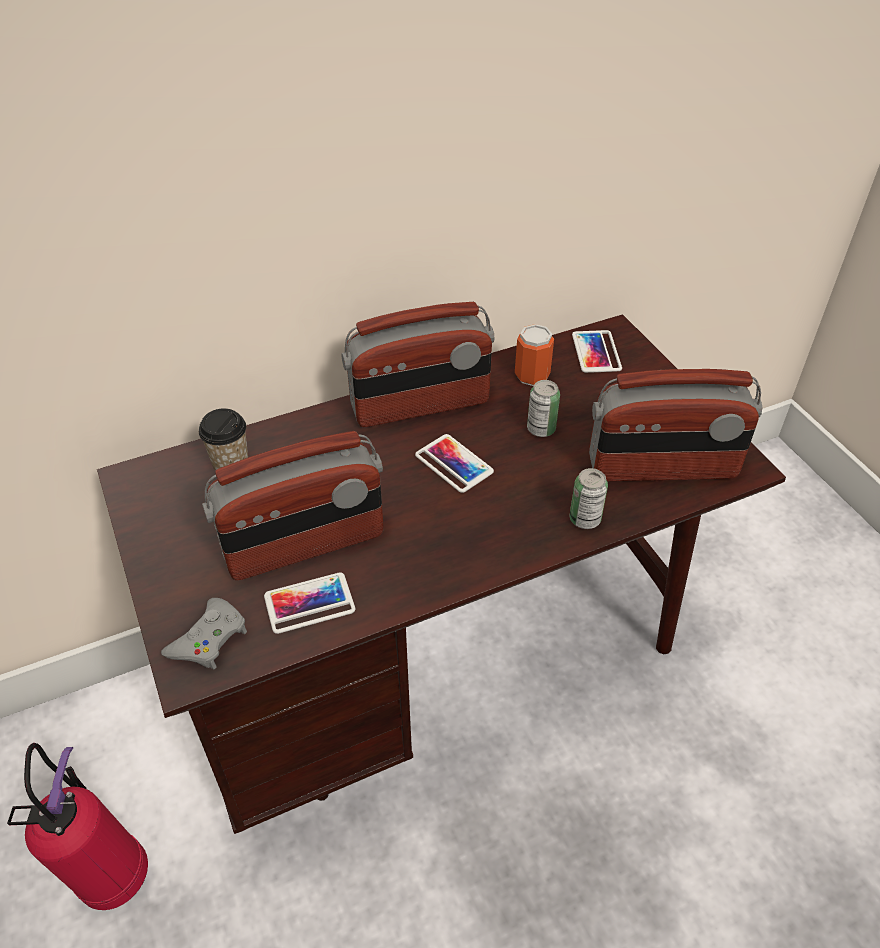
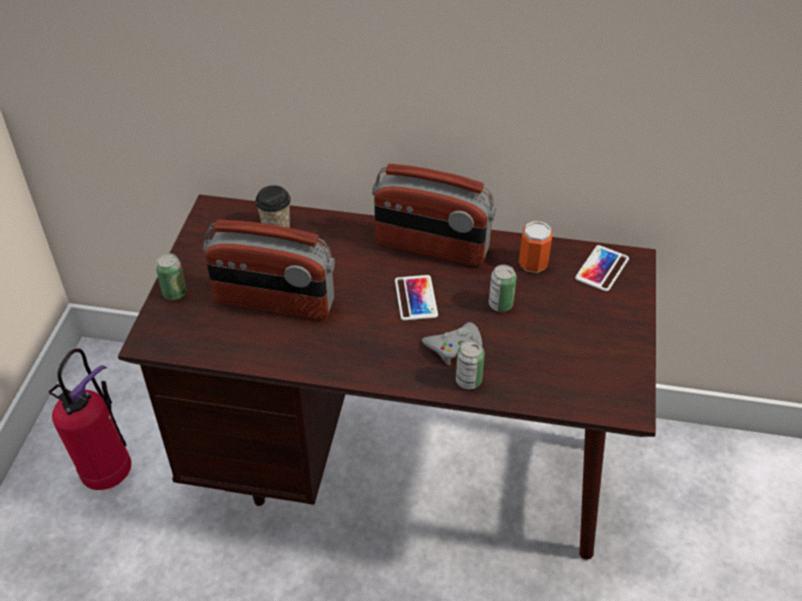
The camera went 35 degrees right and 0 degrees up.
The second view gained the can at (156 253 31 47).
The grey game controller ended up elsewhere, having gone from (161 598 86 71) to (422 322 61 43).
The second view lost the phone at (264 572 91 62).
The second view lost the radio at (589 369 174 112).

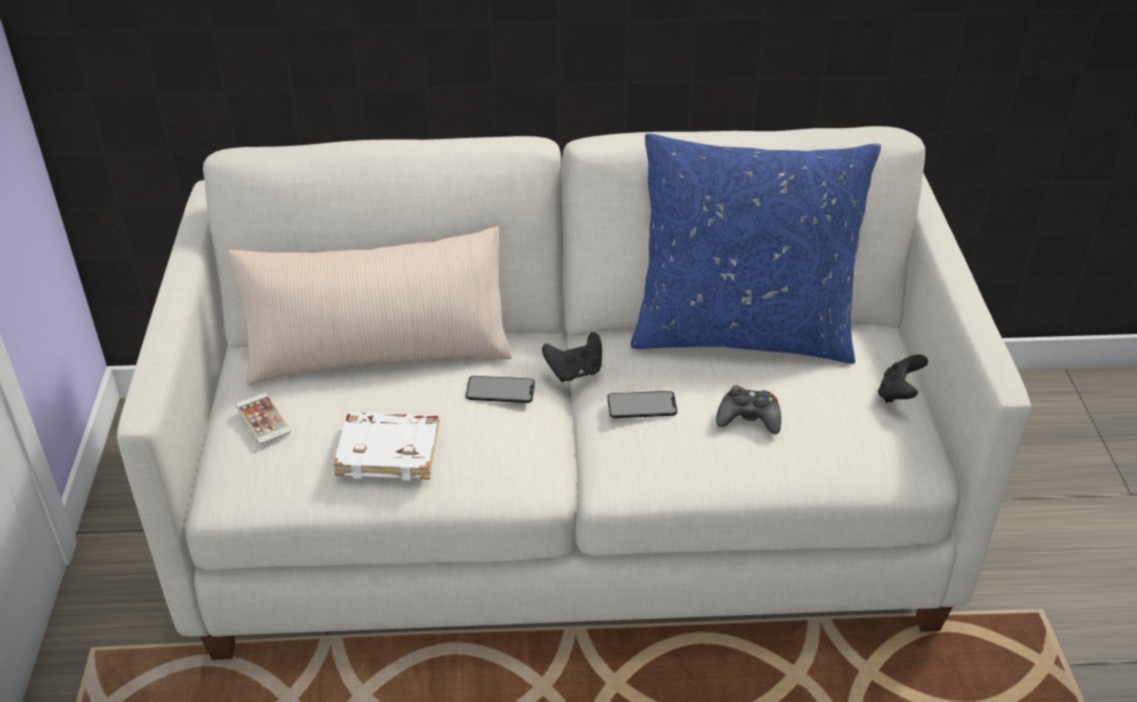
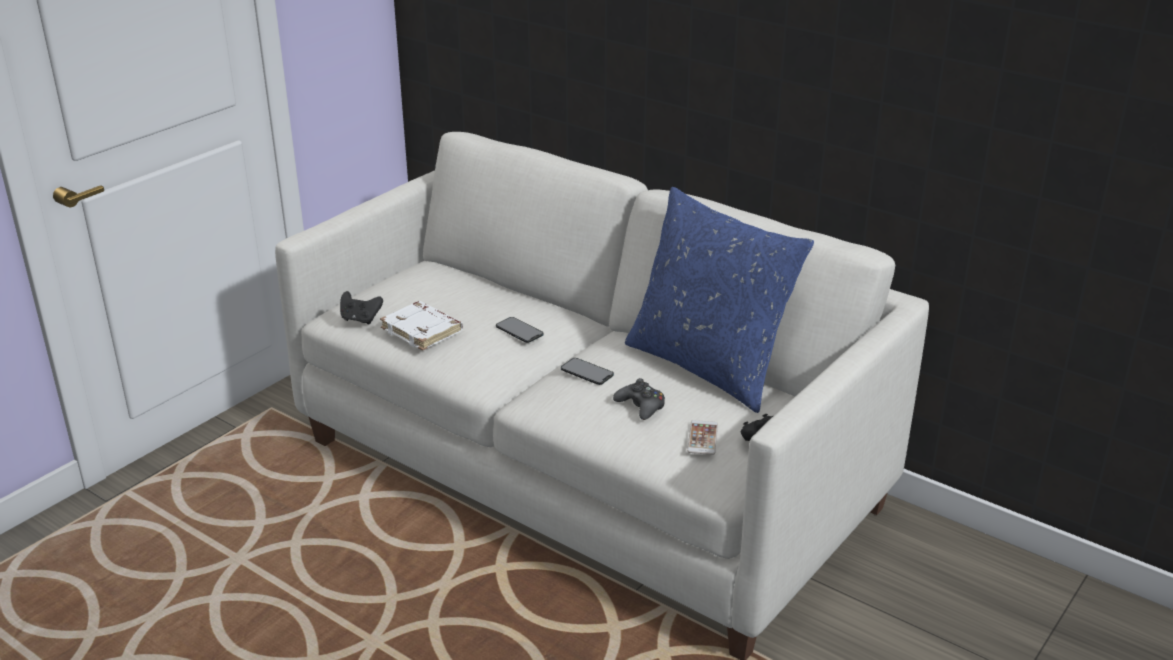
The camera went 40 degrees right and 10 degrees down.
The black game controller ended up elsewhere, having gone from (542 332 60 50) to (340 291 43 34).
The phone ended up elsewhere, having gone from (236 393 55 51) to (687 420 31 35).
The second view lost the beige pillow at (228 227 284 158).

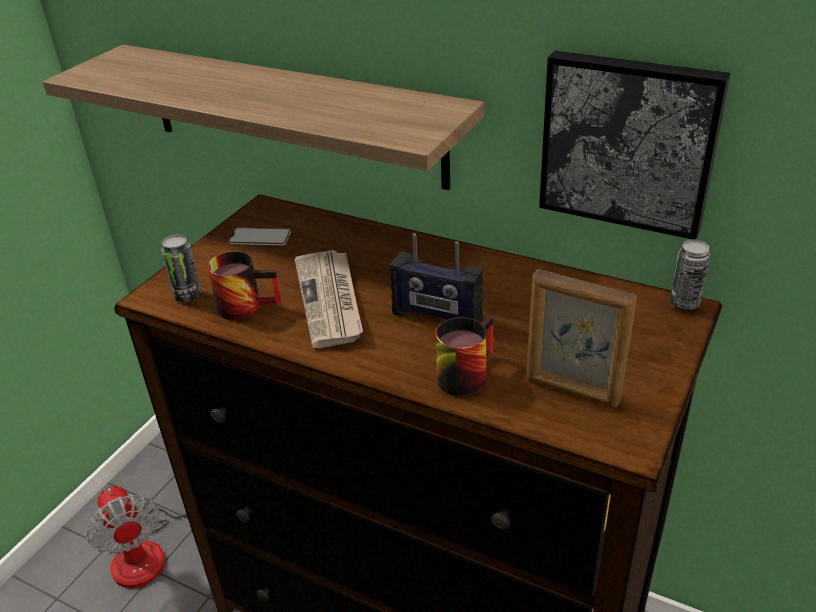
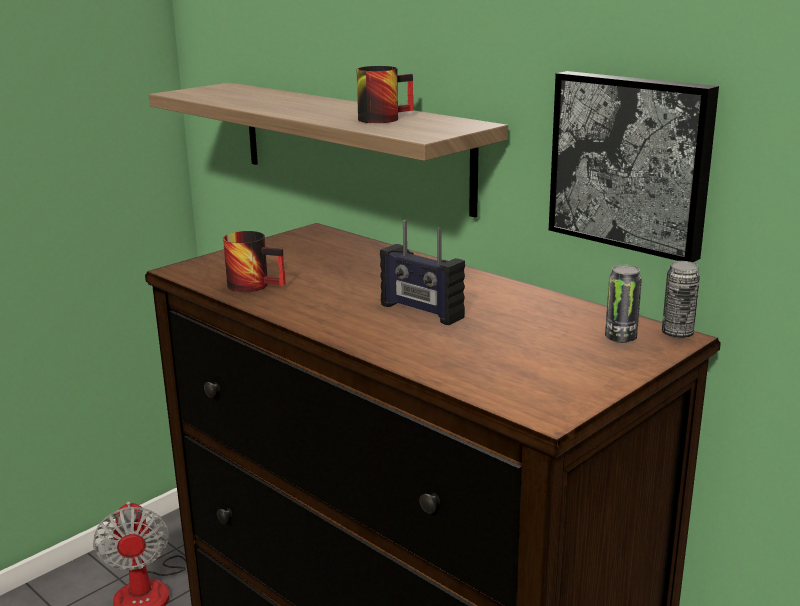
The camera went 15 degrees right and 15 degrees down.
The mug ended up elsewhere, having gone from (436 316 58 81) to (357 66 57 57).
The can ended up elsewhere, having gone from (161 235 40 67) to (605 265 37 78).
The second view lost the phone at (228 228 63 17).
The second view lost the newspaper at (295 250 68 98).
The second view lost the picture frame at (526 269 111 139).

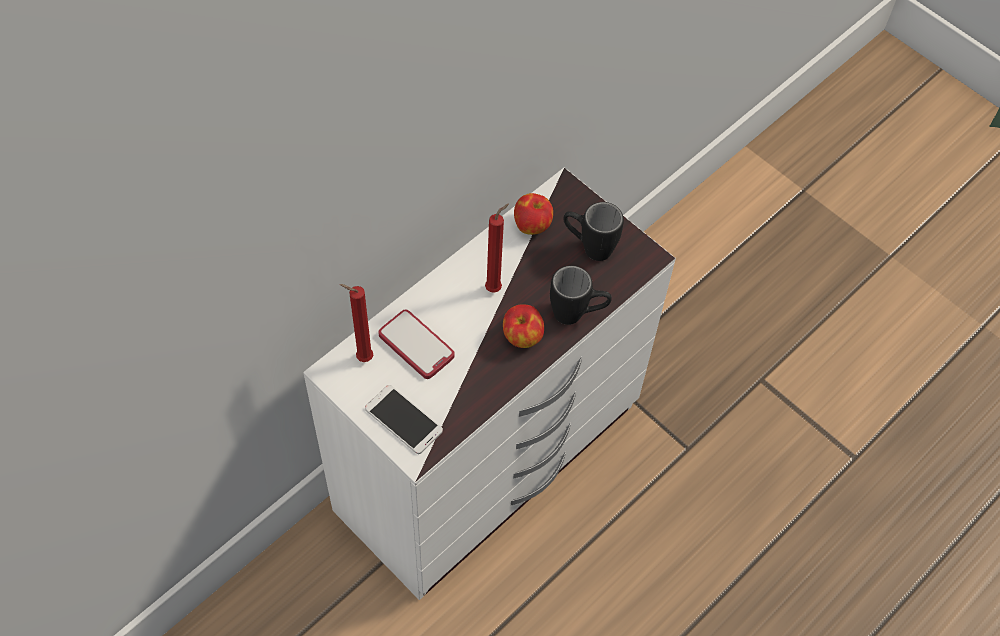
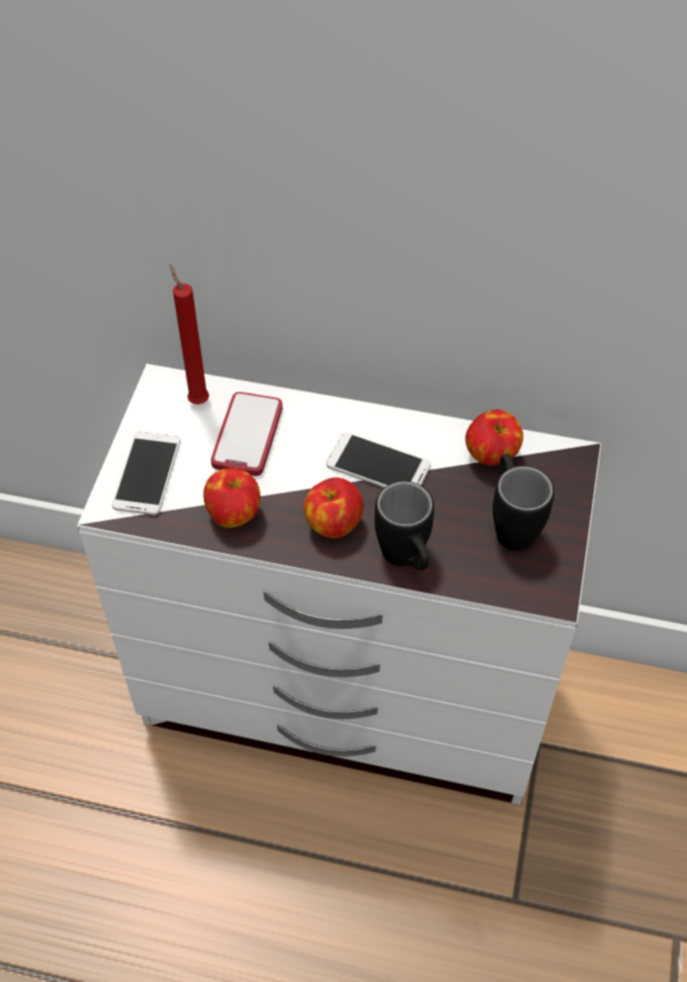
The camera went 60 degrees right and 5 degrees down.
The second view gained the apple at (203 468 58 60).
Where the red candle stood at (485 203 24 90), the phone came to stand at (326 432 105 56).

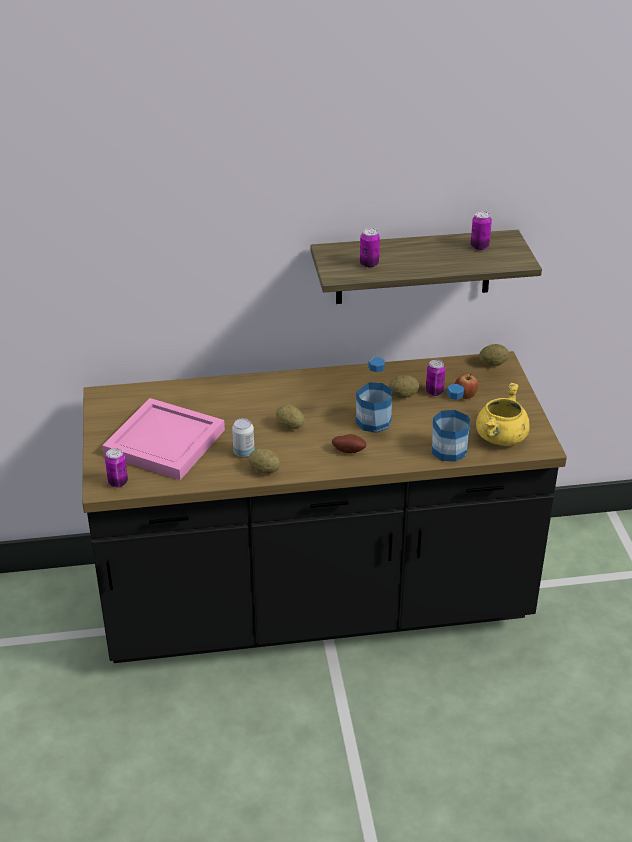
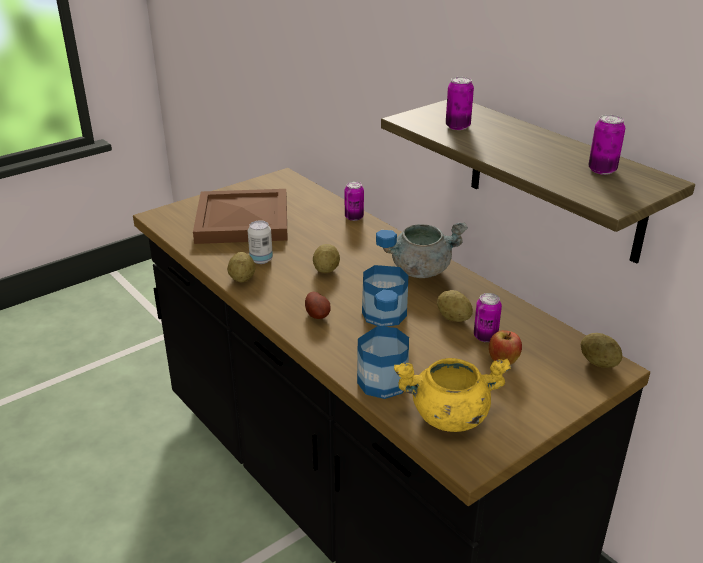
The camera went 60 degrees right and 5 degrees down.
What was the pink tray at (102 398 123 82) turned into the brown tray at (193 189 94 55).
The can ended up elsewhere, having gone from (105 448 23 39) to (345 181 19 40).
The second view gained the grey cooking pot at (383 222 85 56).

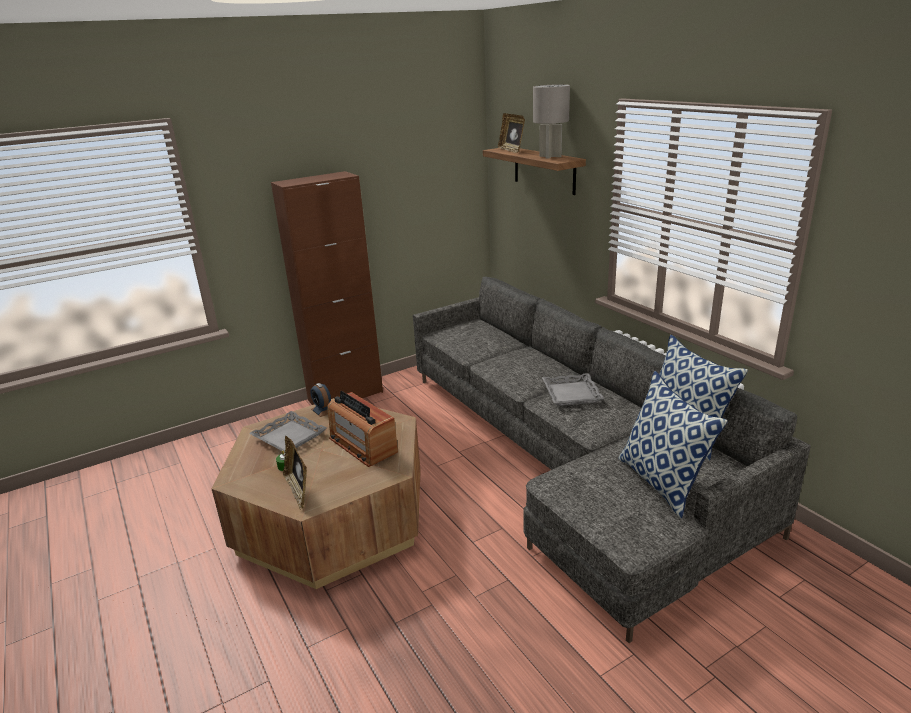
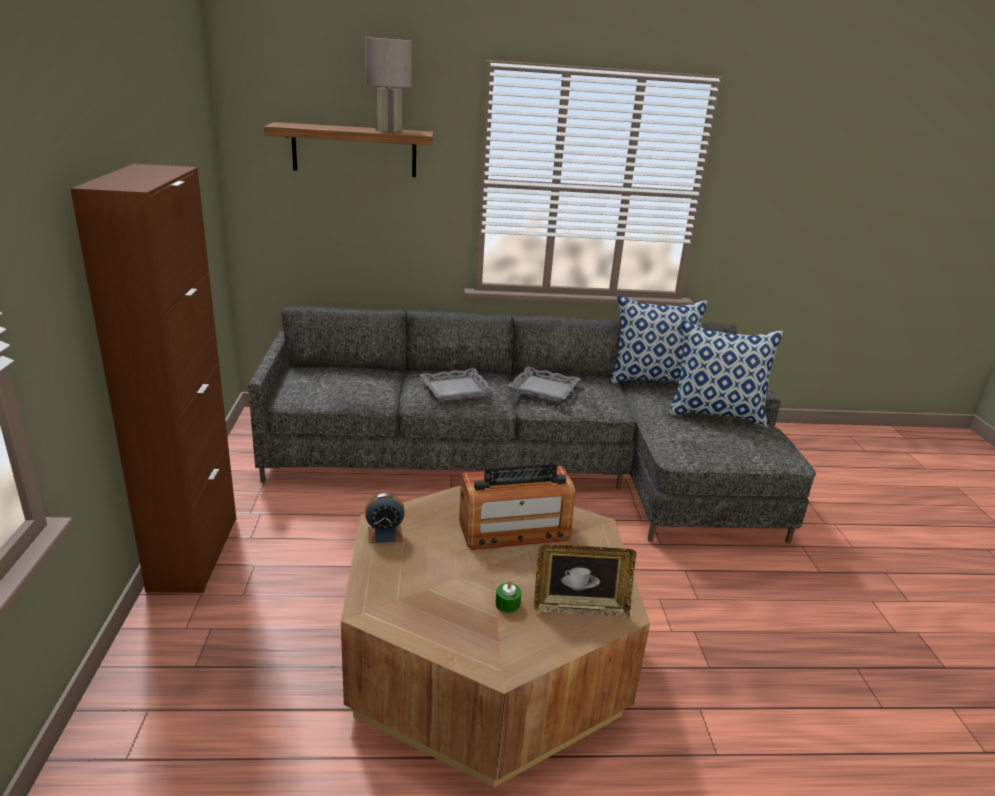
The camera went 65 degrees left and 0 degrees up.
The grey tray ended up elsewhere, having gone from (249 411 78 41) to (419 368 76 34).
The second view lost the picture frame at (498 113 27 40).

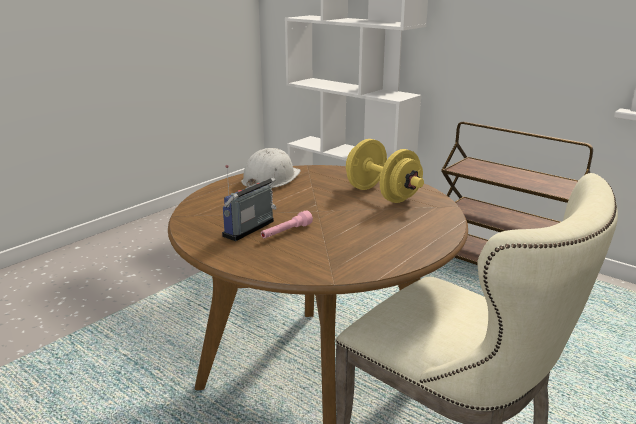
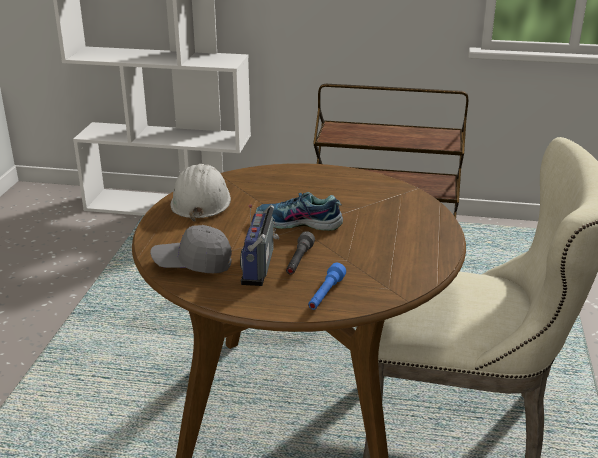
The camera went 30 degrees left and 5 degrees up.
The second view gained the grey cap at (150 225 82 48).
The second view gained the shoe at (256 192 87 39).
What was the pink flashlight at (261 210 52 29) turned into the grey flashlight at (286 231 29 44).
The second view gained the blue flashlight at (308 263 38 47).
The second view lost the yellow dumbbell at (346 139 78 64).

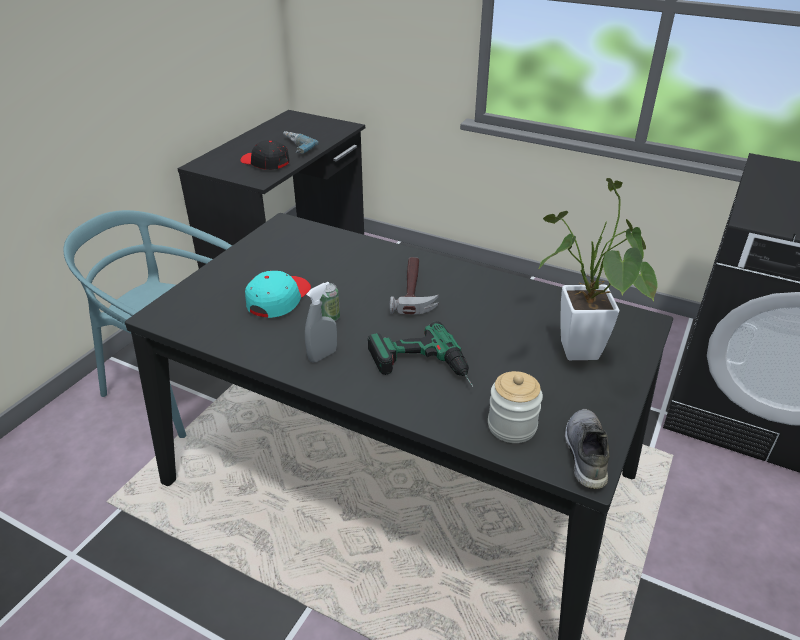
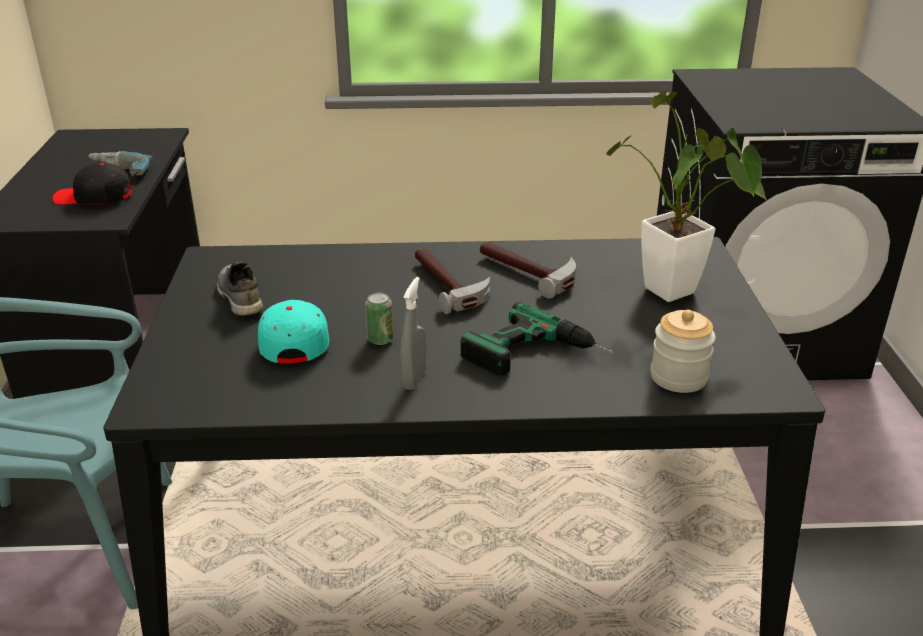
The camera went 30 degrees left and 5 degrees down.
The grey shoe ended up elsewhere, having gone from (565 409 45 80) to (217 262 46 54).
The second view gained the hammer at (480 241 96 58).

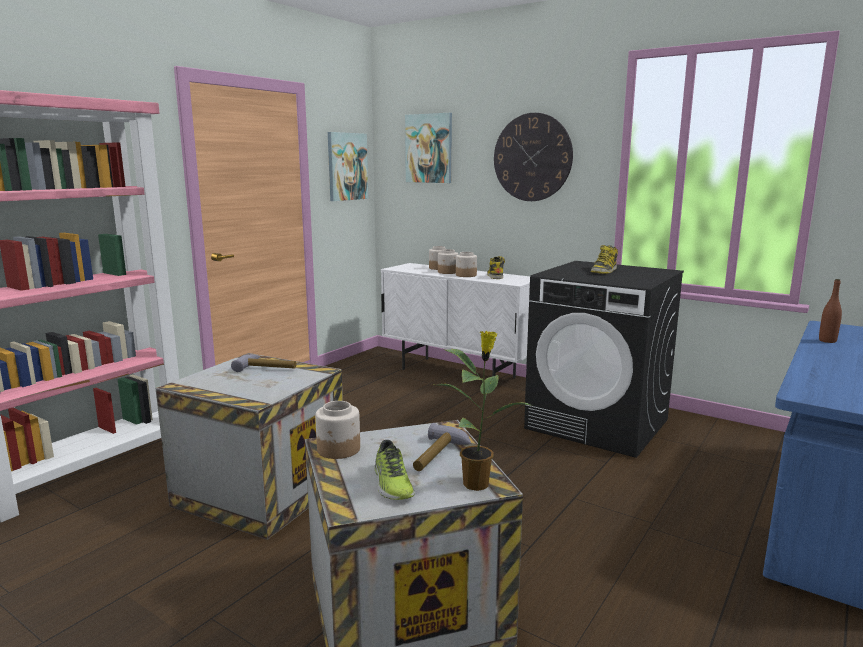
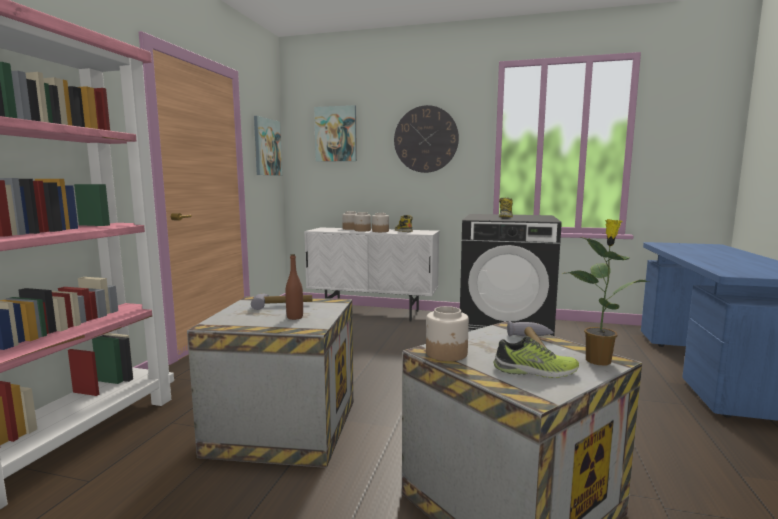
The camera went 20 degrees left and 5 degrees down.
The brown bottle ended up elsewhere, having gone from (819 279 23 64) to (285 254 18 66).
The shoe at (375 440 40 60) ended up facing another way, 45 degrees counterclockwise from before.

